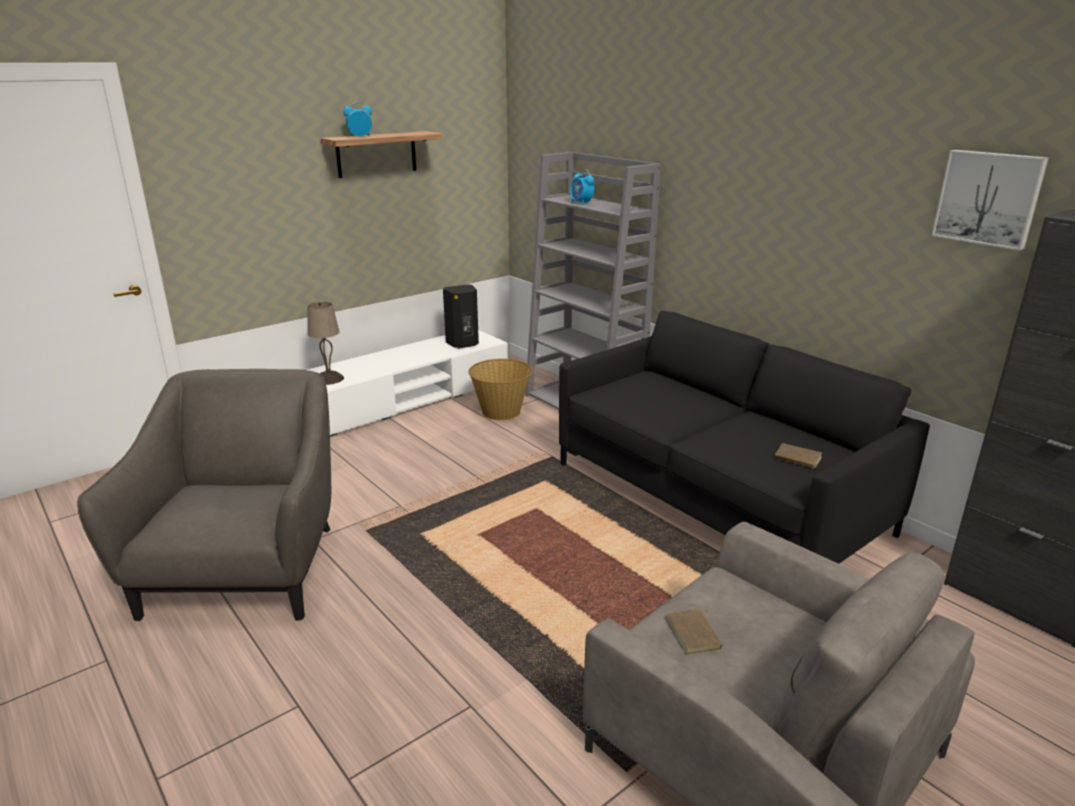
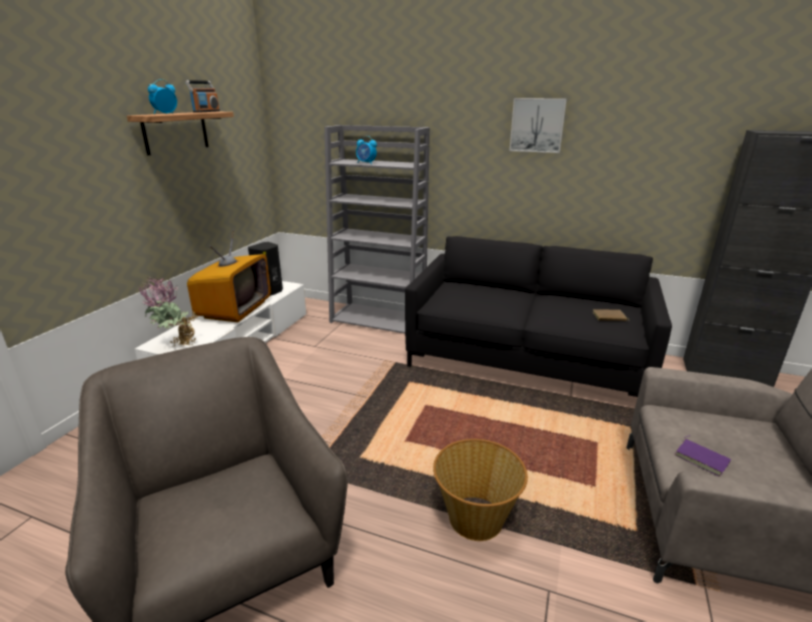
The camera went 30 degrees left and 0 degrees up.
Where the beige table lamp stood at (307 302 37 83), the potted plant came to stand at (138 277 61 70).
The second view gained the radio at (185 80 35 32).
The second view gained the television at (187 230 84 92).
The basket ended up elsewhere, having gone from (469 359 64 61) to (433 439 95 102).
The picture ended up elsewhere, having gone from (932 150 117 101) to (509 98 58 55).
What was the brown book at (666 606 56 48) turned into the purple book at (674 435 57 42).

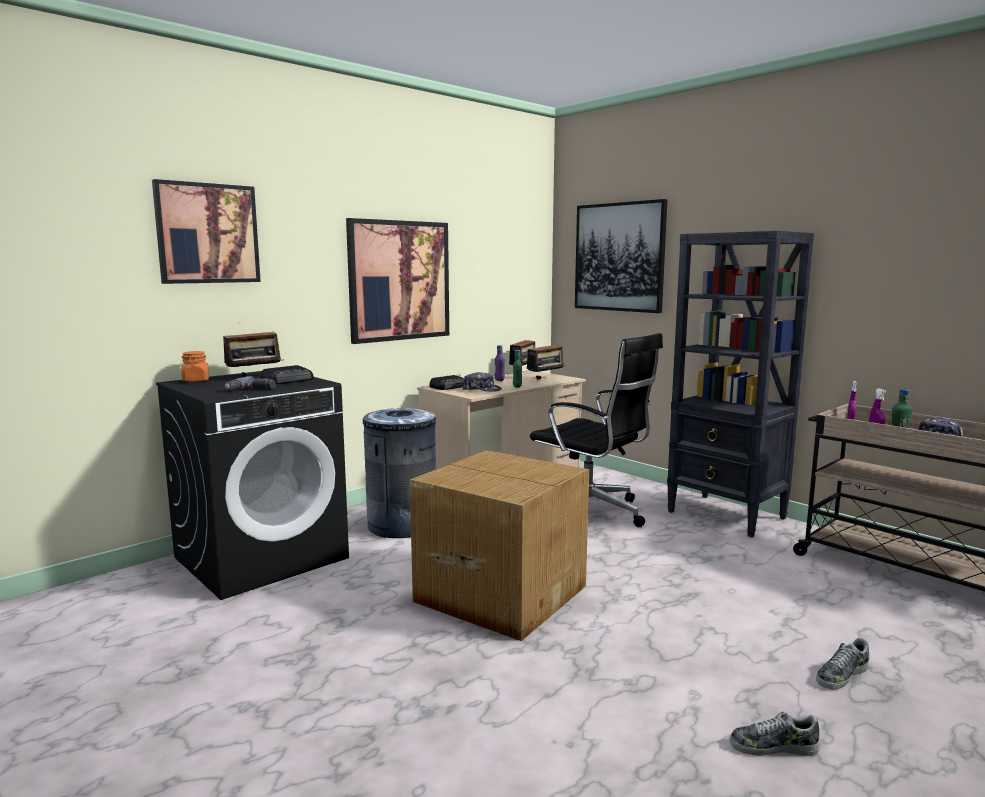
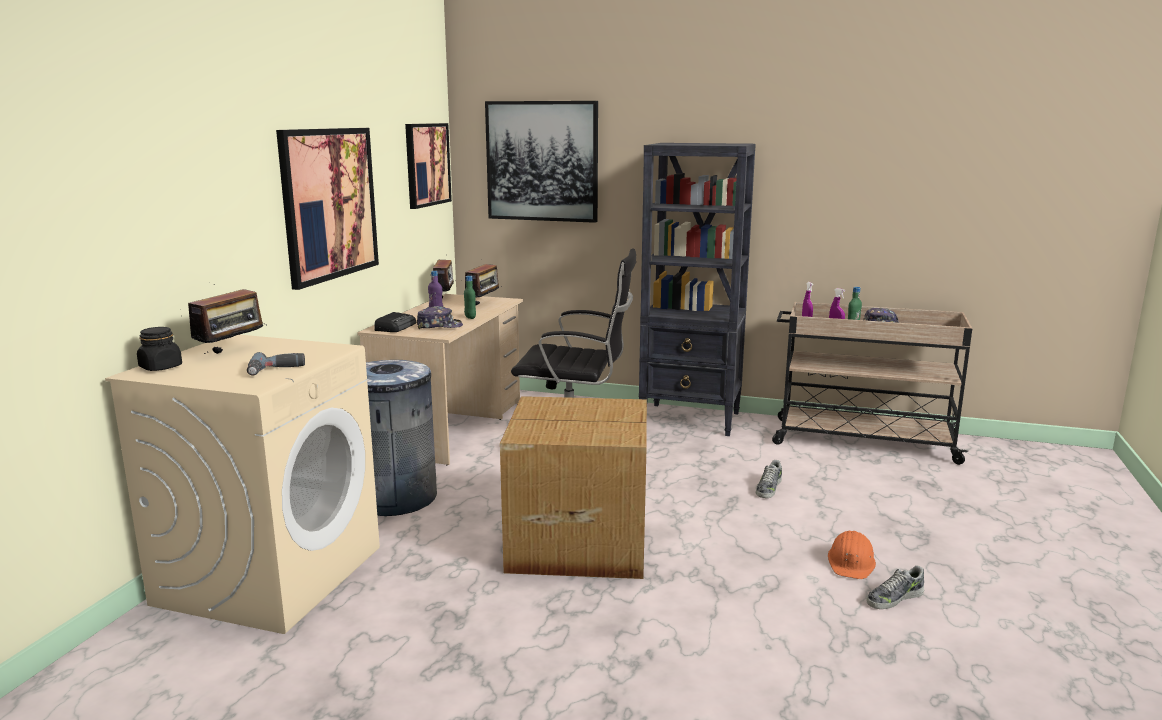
The camera went 30 degrees left and 5 degrees up.
What was the black washing machine at (156 371 193 229) turned into the beige washing machine at (105 335 275 299).
What was the orange jar at (181 351 28 31) turned into the black jar at (137 327 45 44).
The picture ended up elsewhere, having gone from (152 179 109 105) to (405 123 47 86).
The shoe ended up elsewhere, having gone from (816 638 53 51) to (756 460 26 38).
The second view gained the orange hard hat at (828 531 48 48).
The second view lost the radio at (260 365 54 19).

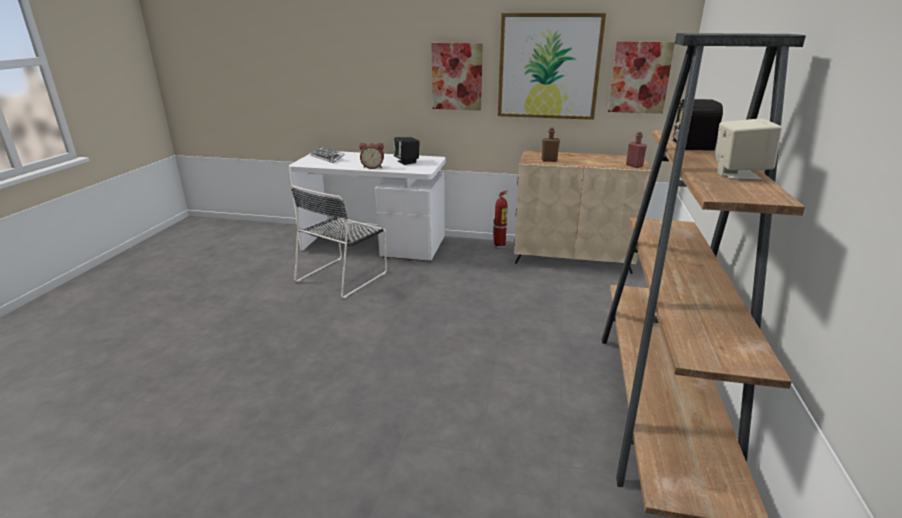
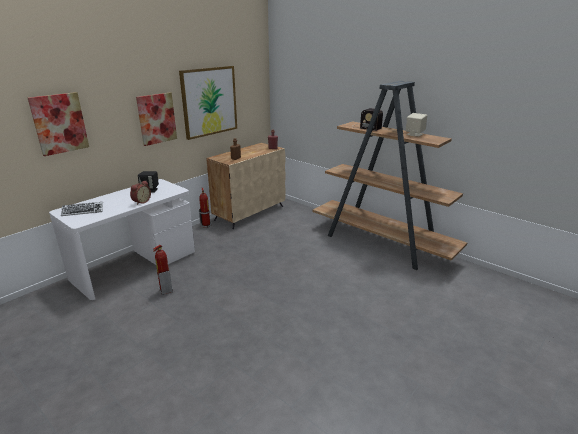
The camera went 60 degrees left and 0 degrees up.
The picture ended up elsewhere, having gone from (608 41 67 73) to (28 92 61 64).
Where the black chair stood at (291 185 96 113), the fire extinguisher came to stand at (153 245 20 50).

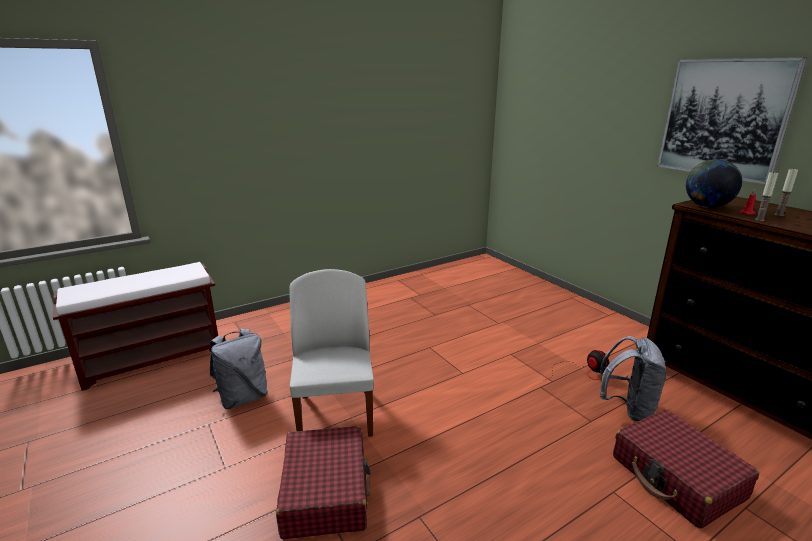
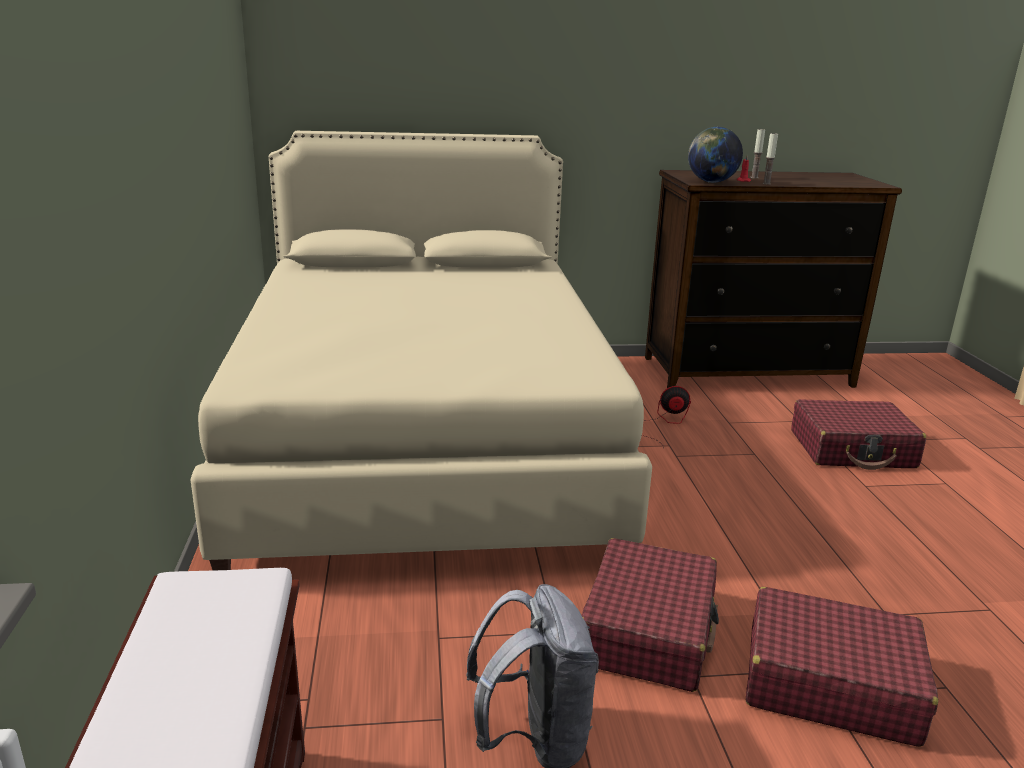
The camera went 65 degrees left and 0 degrees up.
The second view gained the beige bed at (191 131 461 440).
Where the white chair stood at (289 269 85 168), the red suitcase came to stand at (581 538 138 154).
The second view lost the grey backpack at (600 336 67 86).
The second view lost the picture at (657 57 151 128).

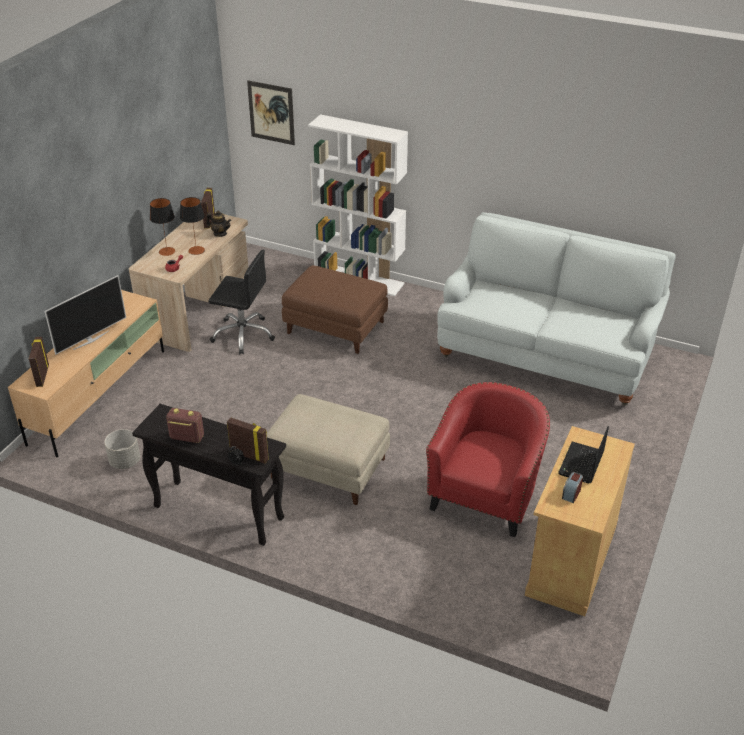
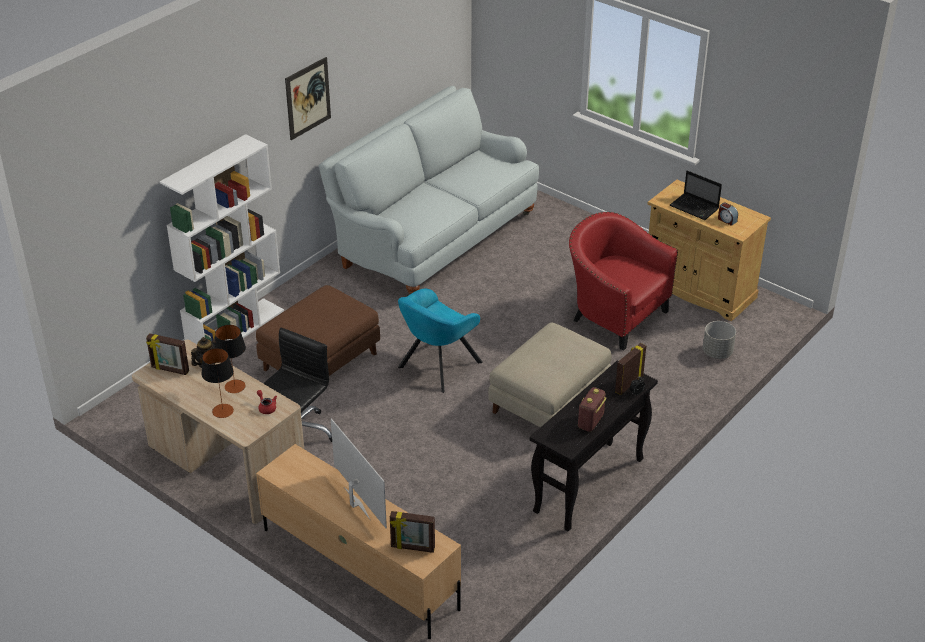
The camera went 75 degrees left and 0 degrees up.
The picture ended up elsewhere, having gone from (247 80 48 65) to (285 57 46 83).
The second view gained the turquoise armchair at (398 289 85 104).
The grey planter ended up elsewhere, having gone from (104 429 36 40) to (703 321 33 38).

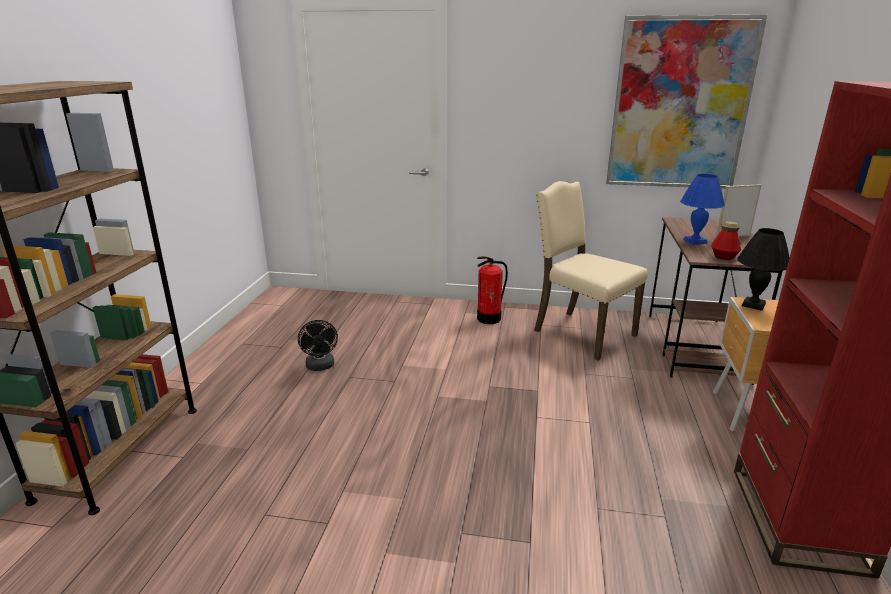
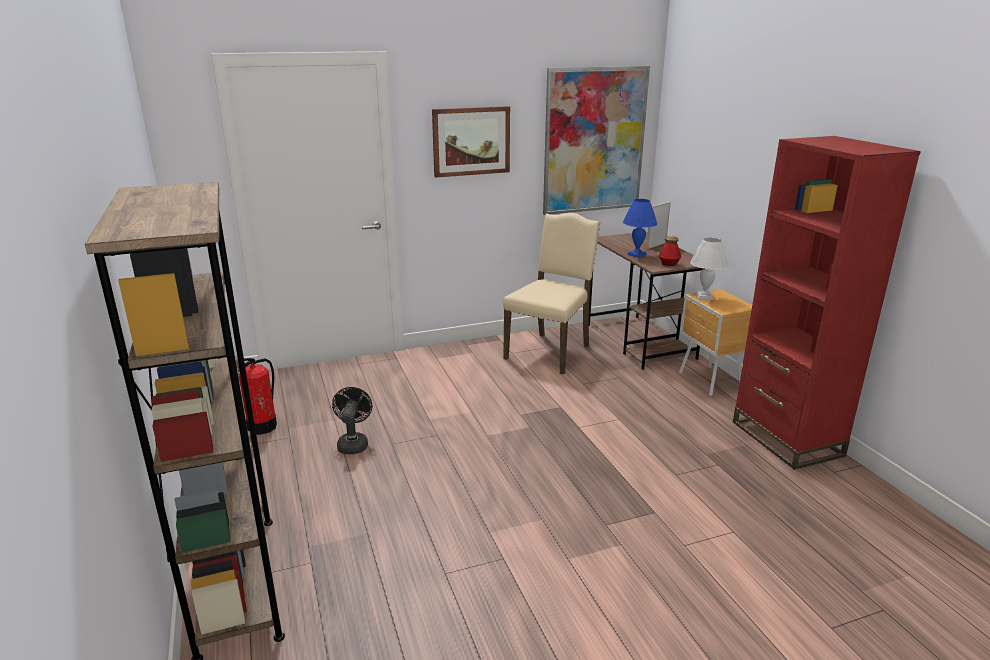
The camera went 30 degrees left and 0 degrees up.
The fire extinguisher ended up elsewhere, having gone from (477 256 31 68) to (239 358 38 77).
The black fan at (298 320 40 51) ended up facing another way, 135 degrees counterclockwise from before.
The second view gained the picture at (432 106 78 71).
The beige chair at (534 181 114 179) ended up facing another way, 105 degrees clockwise from before.
What was the black table lamp at (737 228 53 83) turned into the white table lamp at (690 238 38 62).

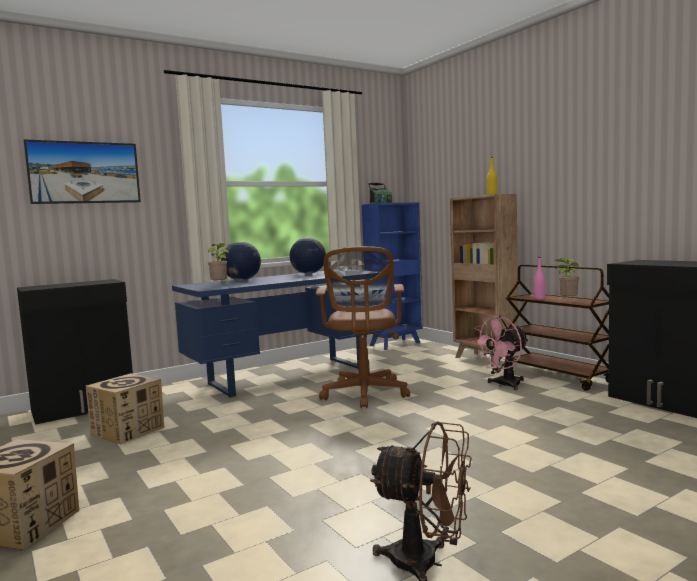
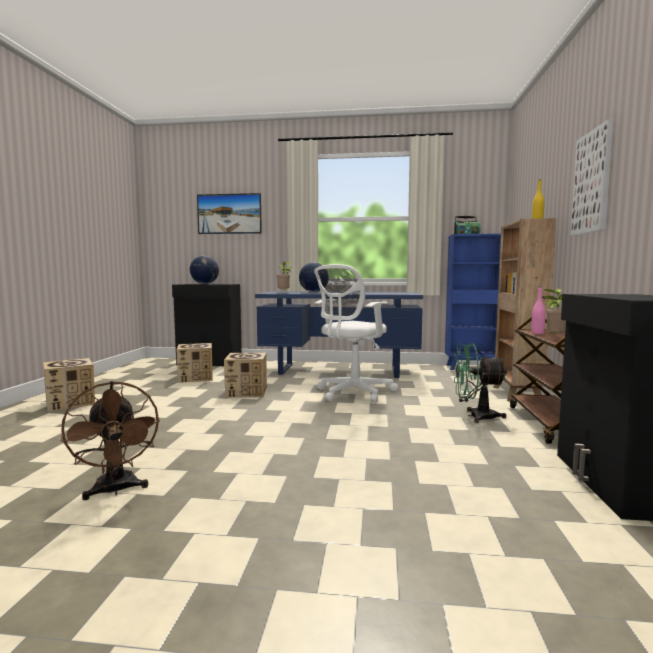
The camera went 40 degrees right and 0 degrees up.
The globe ended up elsewhere, having gone from (289 237 37 37) to (190 256 29 28).
The second view gained the cardboard box at (224 352 43 46).
What was the brown office chair at (316 246 94 162) turned into the white office chair at (314 264 84 139).
What was the pink fan at (473 316 56 74) turned into the green fan at (454 343 53 80).
The second view gained the picture at (570 119 44 117).

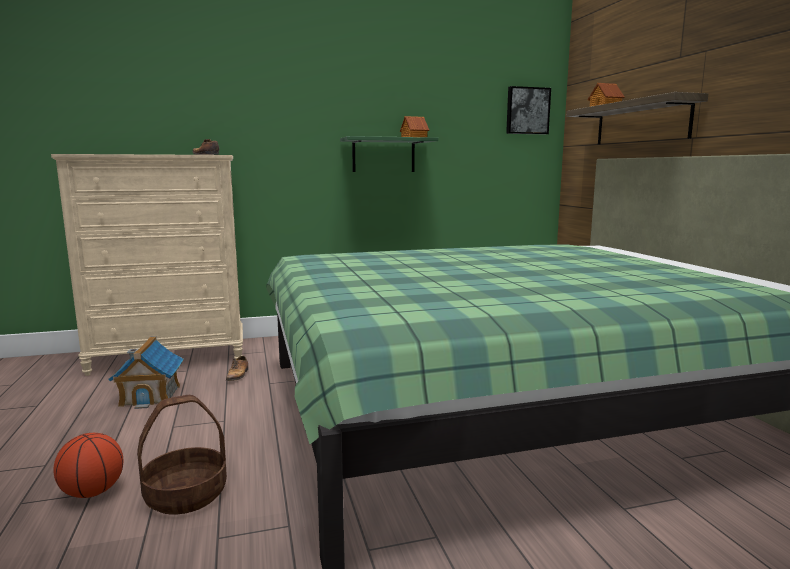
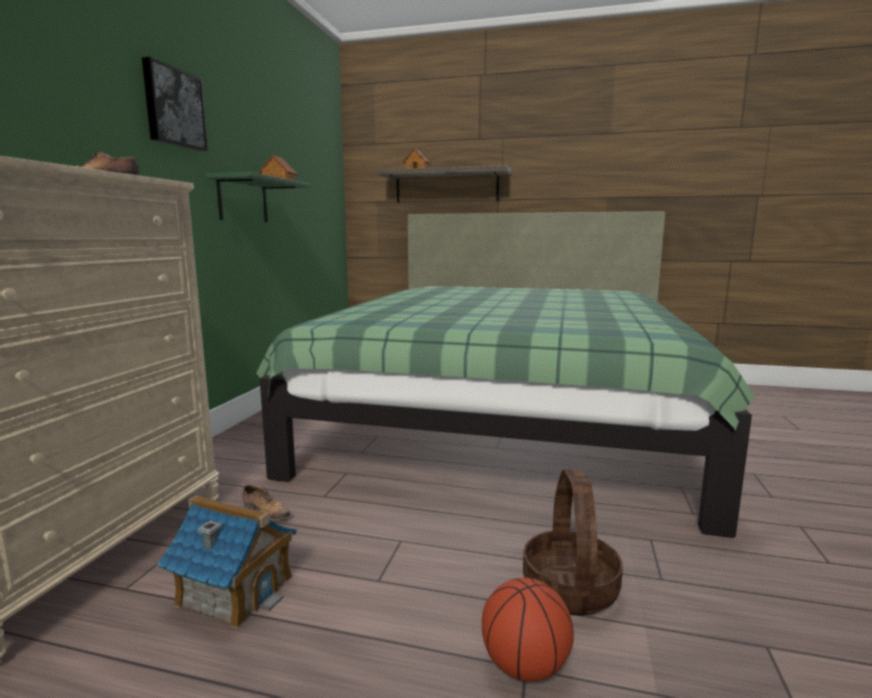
The camera went 60 degrees left and 0 degrees up.
The picture ended up elsewhere, having gone from (506 86 45 48) to (142 57 66 94).

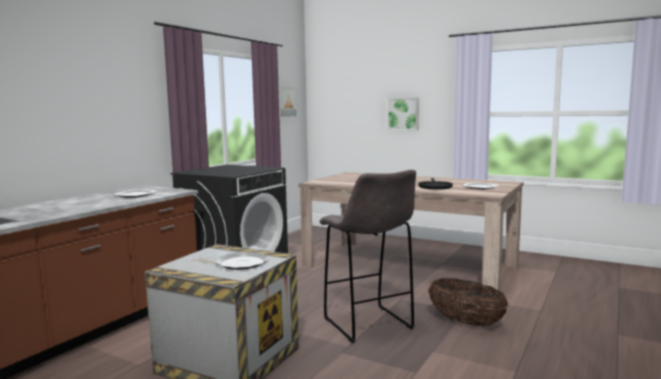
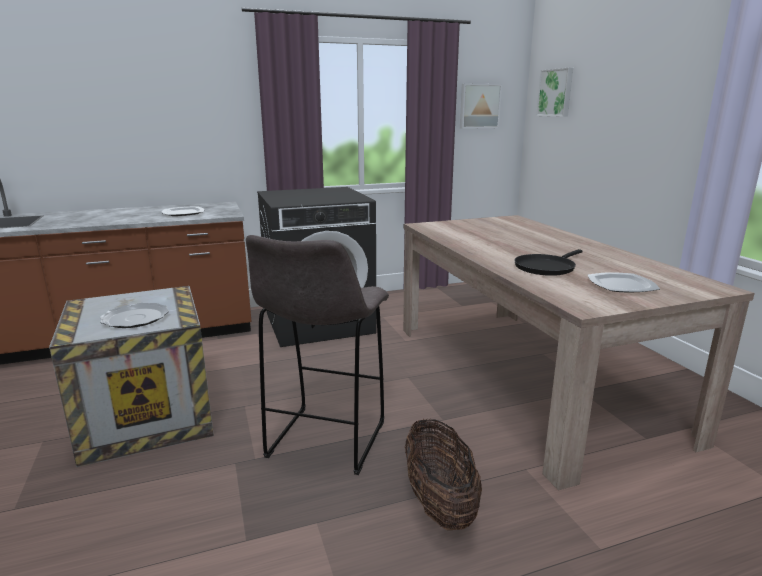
The camera went 40 degrees right and 10 degrees up.
The picture ended up elsewhere, having gone from (387 98 32 32) to (536 68 37 49).

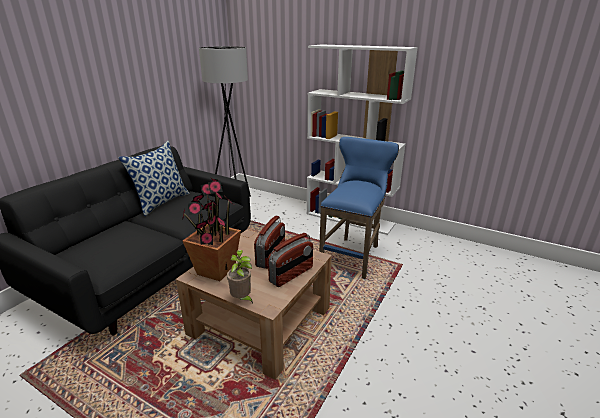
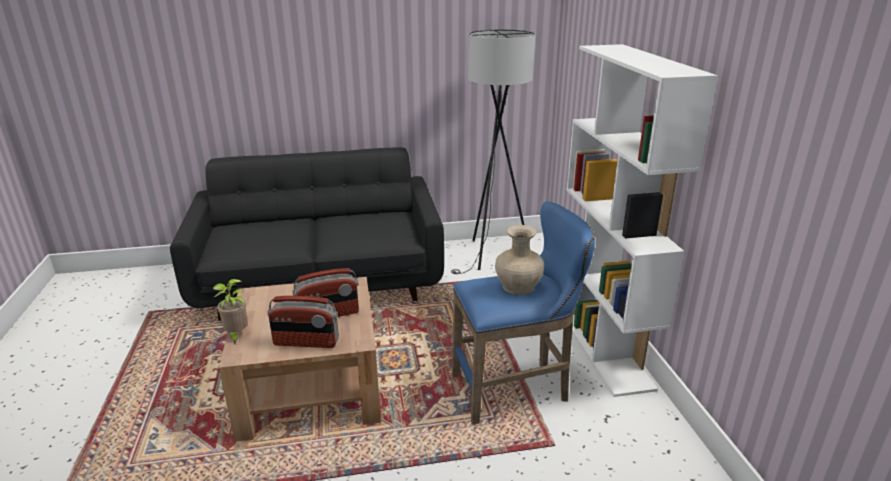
The camera went 50 degrees right and 0 degrees up.
The second view gained the beige vase at (495 225 49 70).
The second view lost the pillow at (118 141 72 75).
The second view lost the potted plant at (181 177 60 104).

